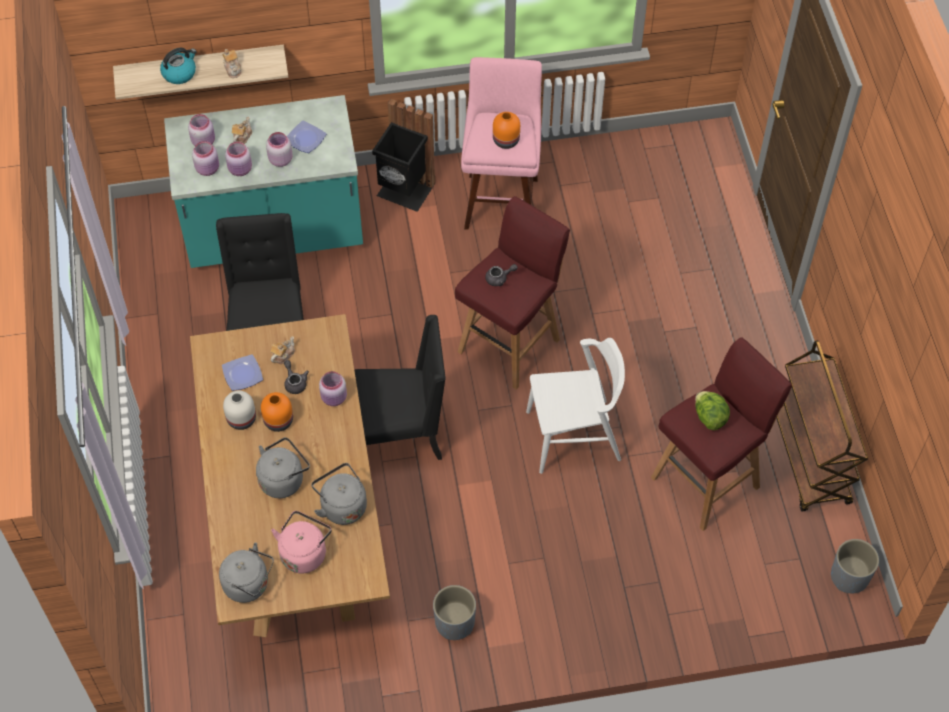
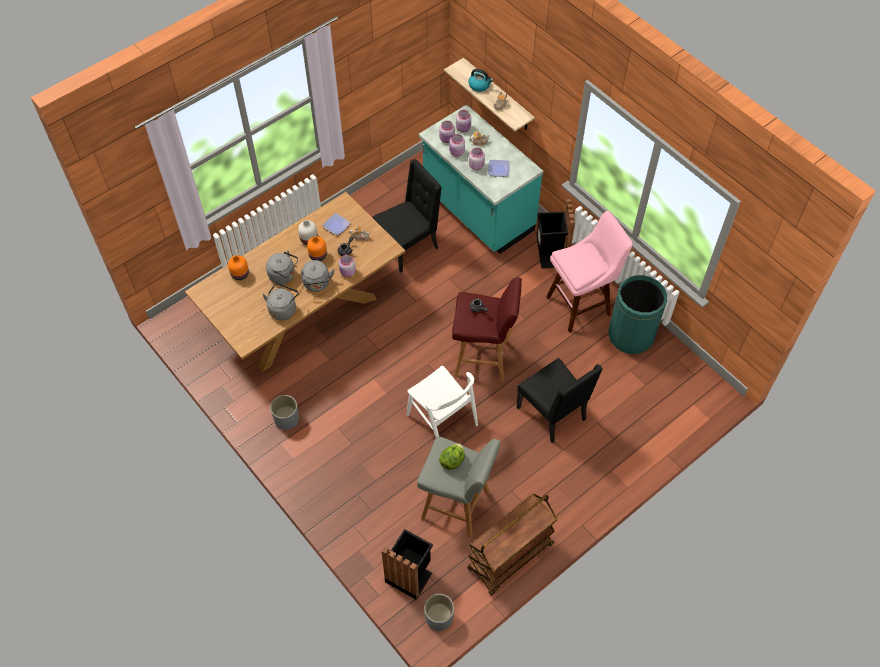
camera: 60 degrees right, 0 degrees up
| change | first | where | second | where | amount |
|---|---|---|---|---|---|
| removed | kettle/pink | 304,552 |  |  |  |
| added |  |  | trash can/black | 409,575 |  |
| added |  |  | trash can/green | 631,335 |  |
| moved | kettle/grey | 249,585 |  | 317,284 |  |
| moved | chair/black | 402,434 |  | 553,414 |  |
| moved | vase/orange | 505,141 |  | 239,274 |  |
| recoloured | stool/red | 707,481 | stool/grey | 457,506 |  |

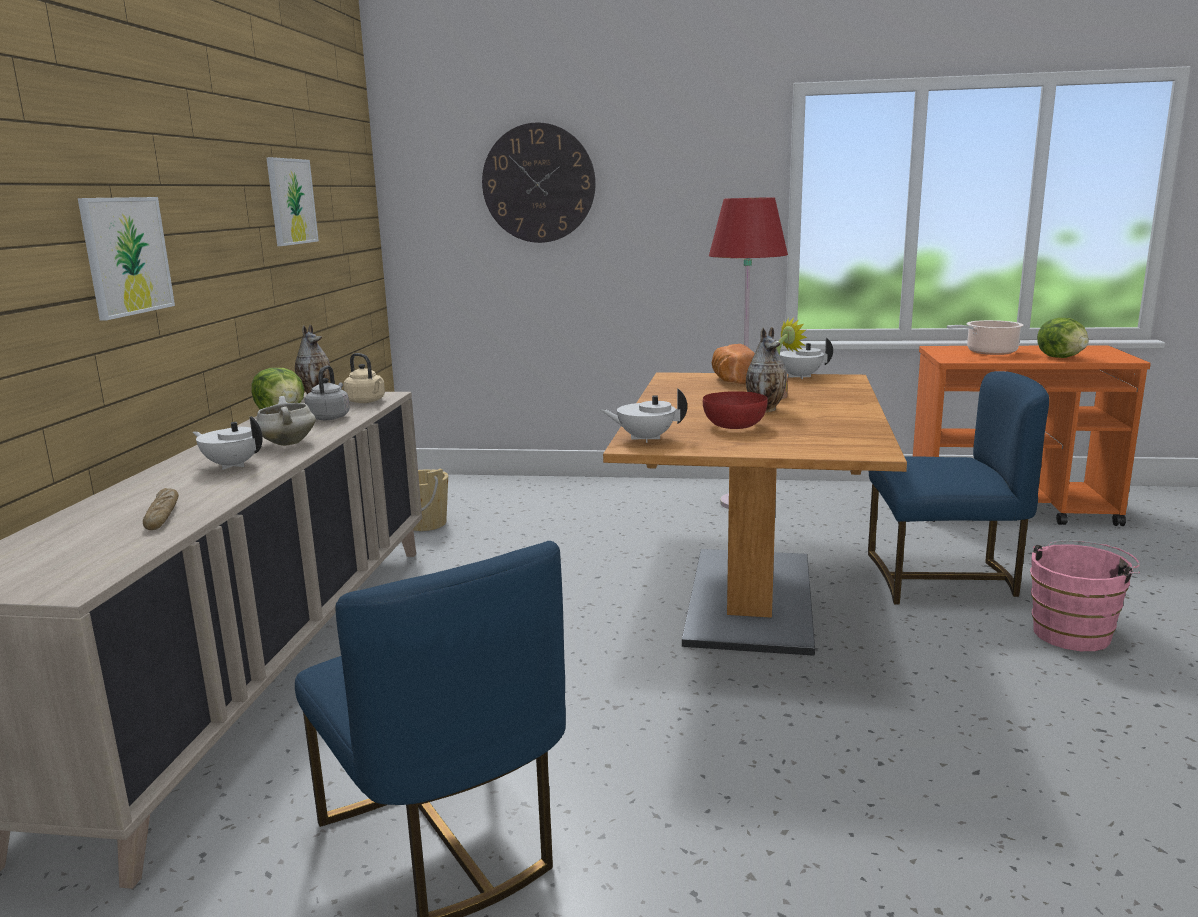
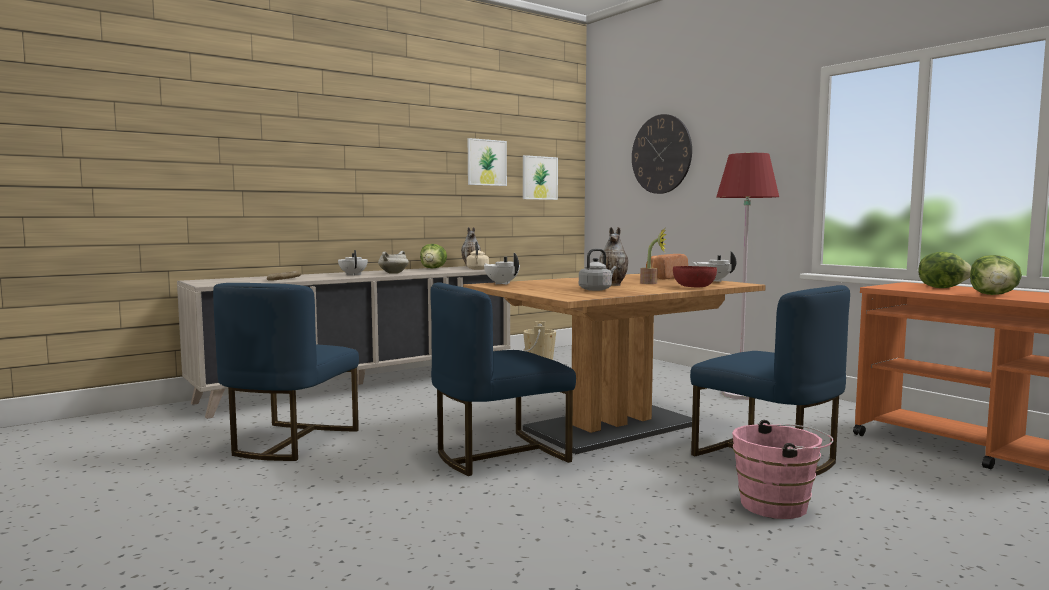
camera: 45 degrees right, 10 degrees down
| change | first | where | second | where | amount |
|---|---|---|---|---|---|
| added |  |  | chair/blue | 498,455 |  |
| moved | picture | 126,256 |  | 539,178 |  |
| moved | kettle/grey | 330,417 |  | 596,289 |  |
| moved | bowl/red | 734,426 |  | 693,287 |  |
| replaced | cooking pot | 988,352 | lettuce | 942,288 |  |

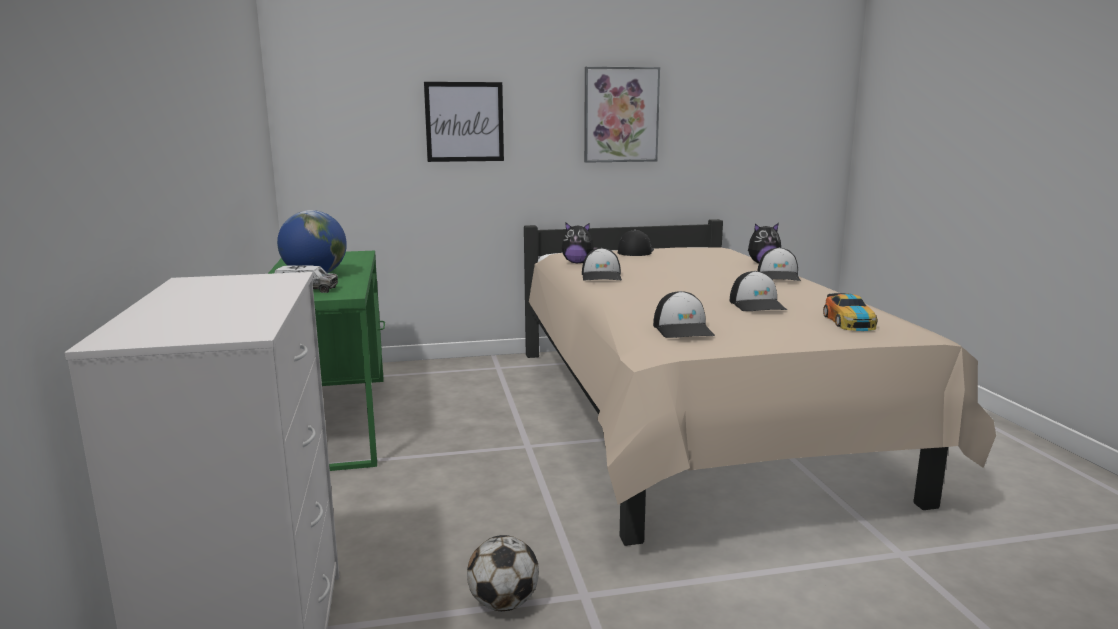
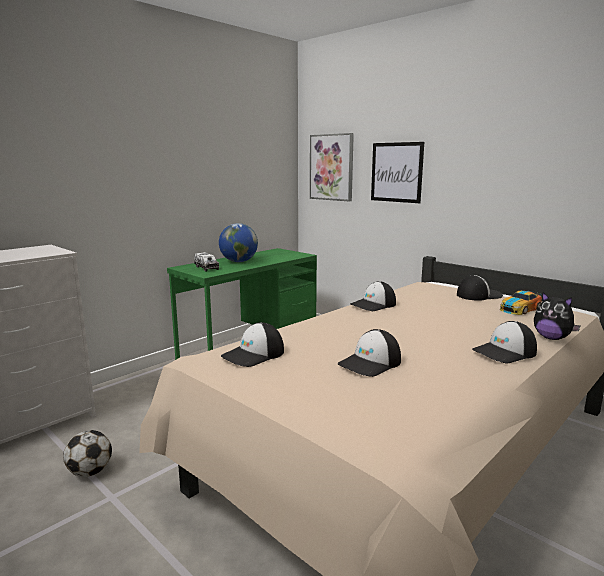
camera: 55 degrees right, 0 degrees up
| change | first | where | second | where | amount |
|---|---|---|---|---|---|
| removed | plush toy | 578,263 |  |  |  |
| moved | picture | 621,115 |  | 331,167 |  |
| moved | toy car | 849,322 |  | 519,309 |  |

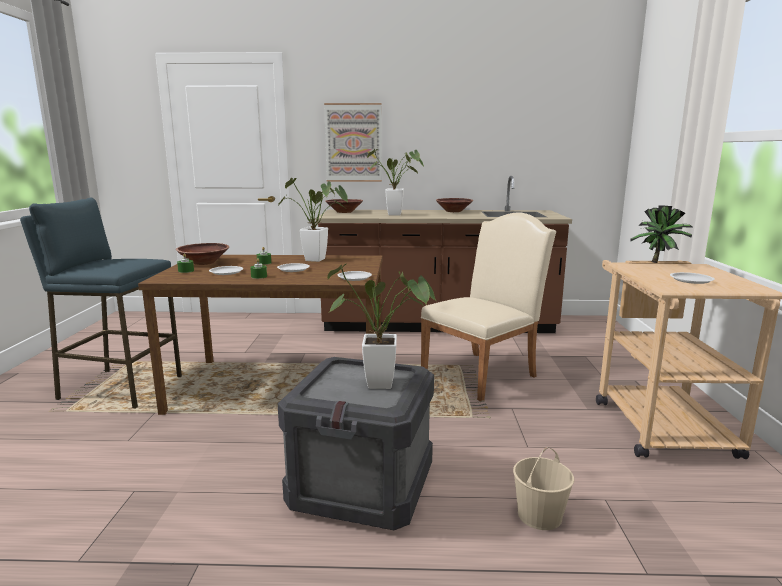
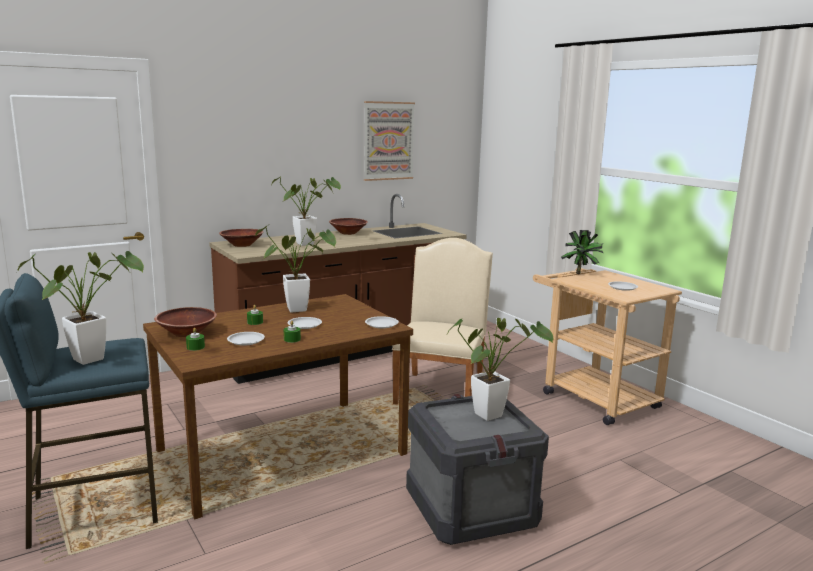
camera: 35 degrees left, 0 degrees up
| change | first | where | second | where | amount |
|---|---|---|---|---|---|
| removed | bucket/beige | 539,515 |  |  |  |
| added |  |  | potted plant | 95,358 |  |
| moved | picture | 353,143 |  | 388,141 |  |

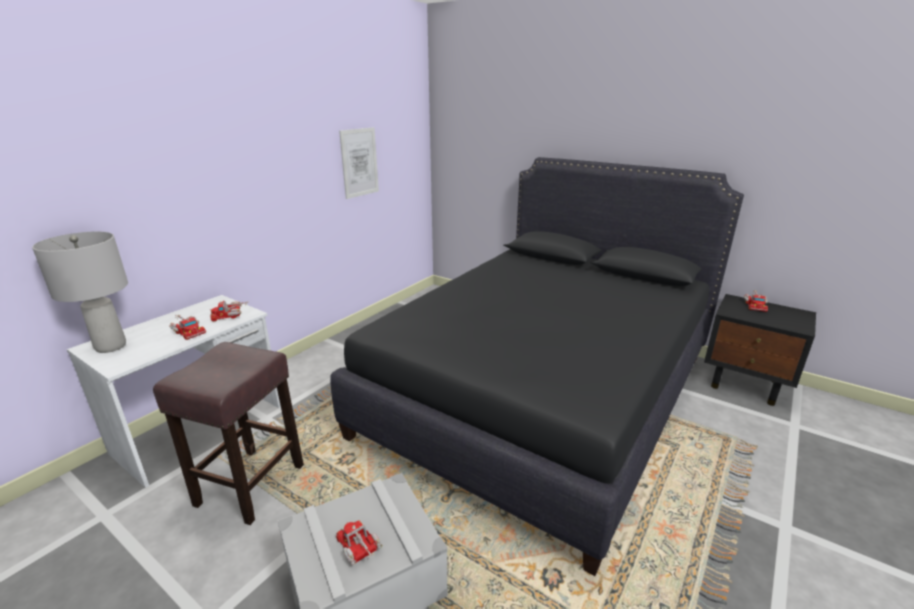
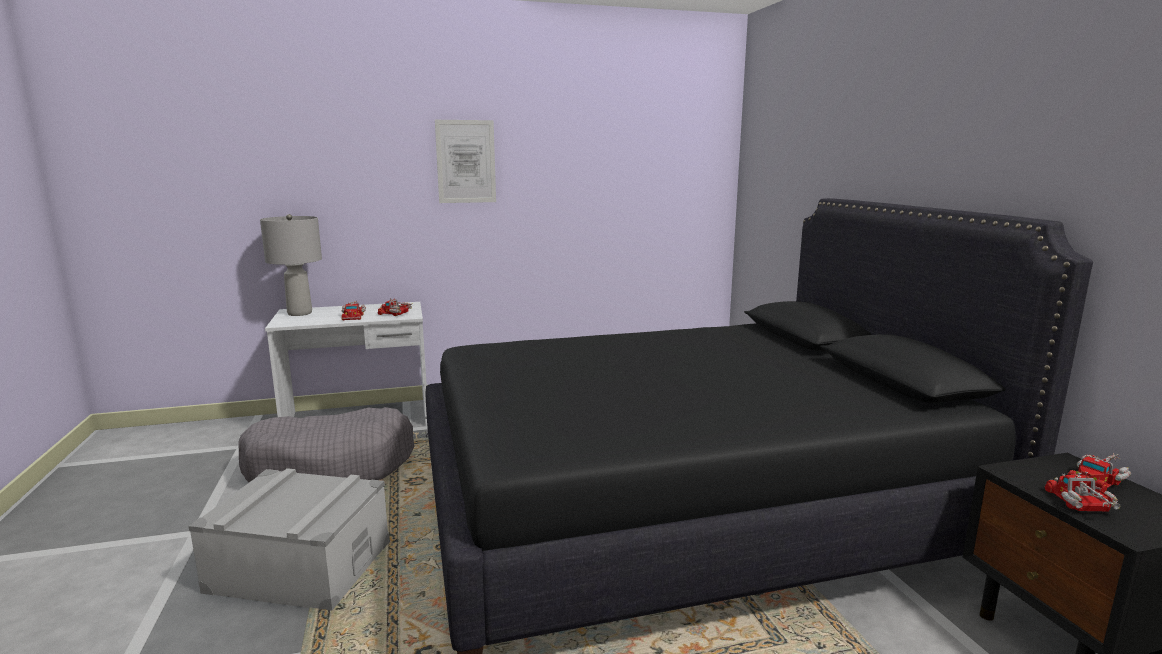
camera: 40 degrees right, 10 degrees down
| change | first | where | second | where | amount |
|---|---|---|---|---|---|
| moved | toy truck | 360,549 |  | 1082,506 |  |
| moved | picture | 359,162 |  | 466,161 |  |
| replaced | stool/brown | 250,486 | dog bed/grey | 331,468 |  |

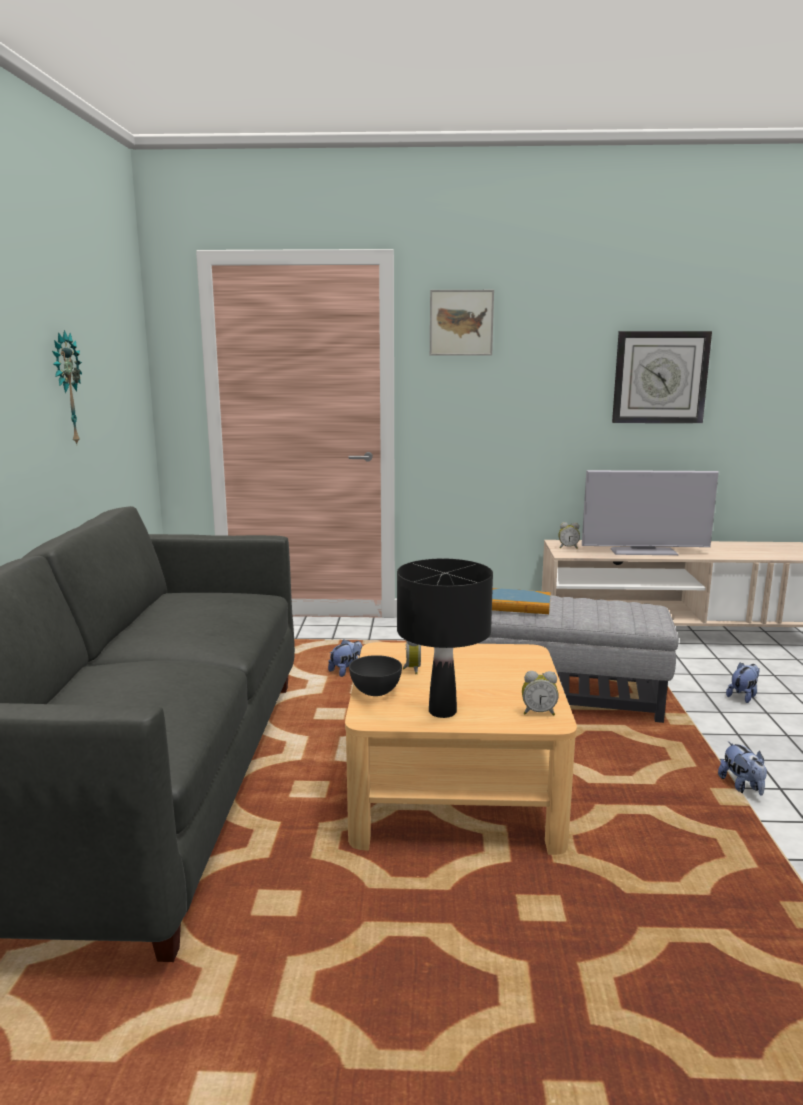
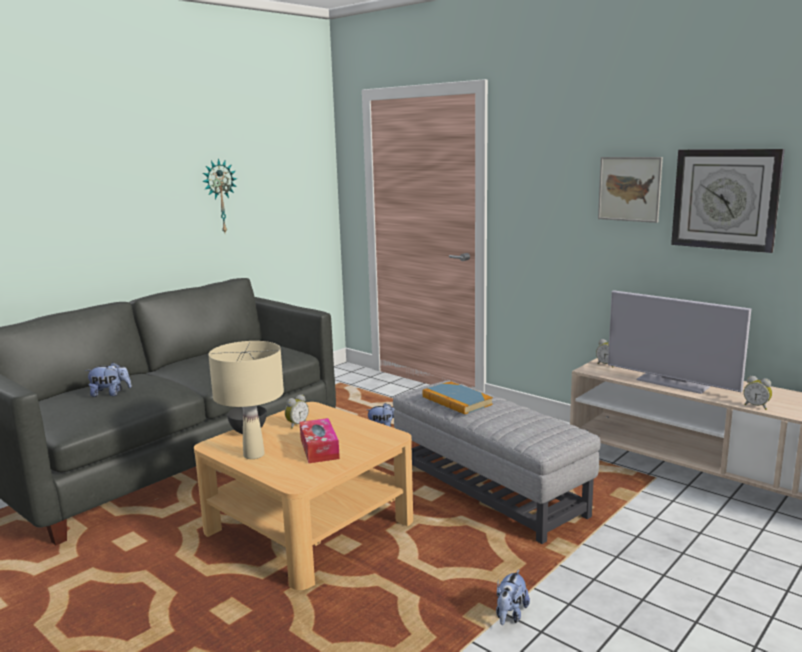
camera: 40 degrees right, 0 degrees up
| change | first | where | second | where | amount |
|---|---|---|---|---|---|
| added |  |  | tissue box | 319,449 |  |
| moved | picture | 461,323 |  | 629,189 |  |
| moved | alarm clock | 538,712 |  | 756,406 |  |
| moved | plush toy | 743,696 |  | 110,394 |  |
| recoloured | table lamp/black | 442,712 | table lamp/beige | 253,455 |  |

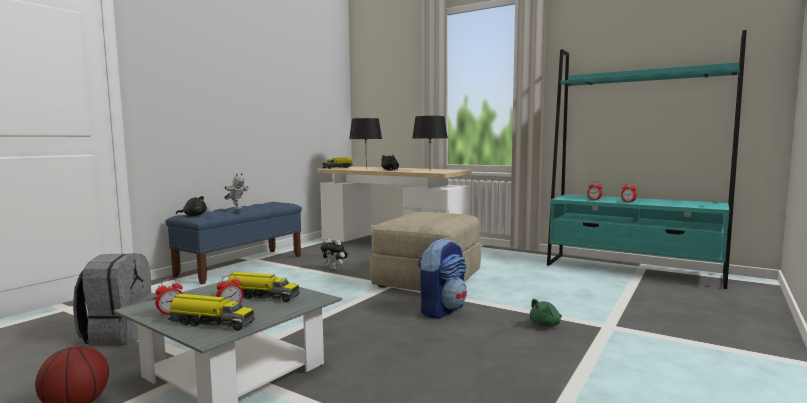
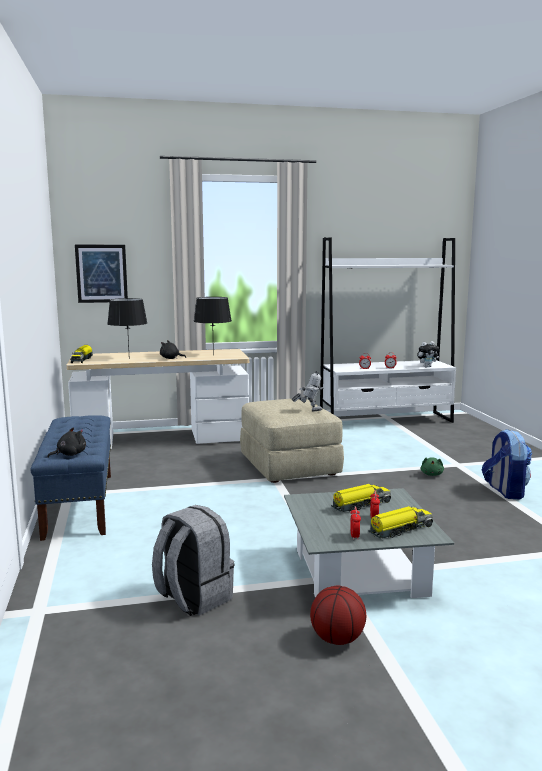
camera: 45 degrees left, 5 degrees up
| change | first | where | second | where | amount |
|---|---|---|---|---|---|
| added |  |  | picture | 101,273 |  |
| moved | toy robot | 236,210 |  | 308,410 |  |
| moved | plush toy | 335,269 |  | 427,367 |  |
| moved | backpack | 442,310 |  | 505,491 |  |
| recoloured | bookcase/turquoise | 633,270 | bookcase/white | 386,420 |  |

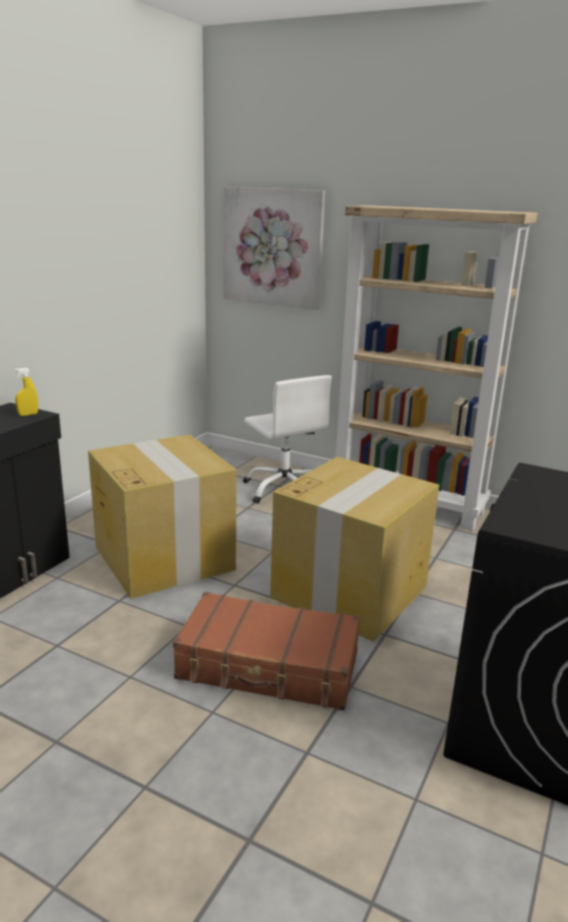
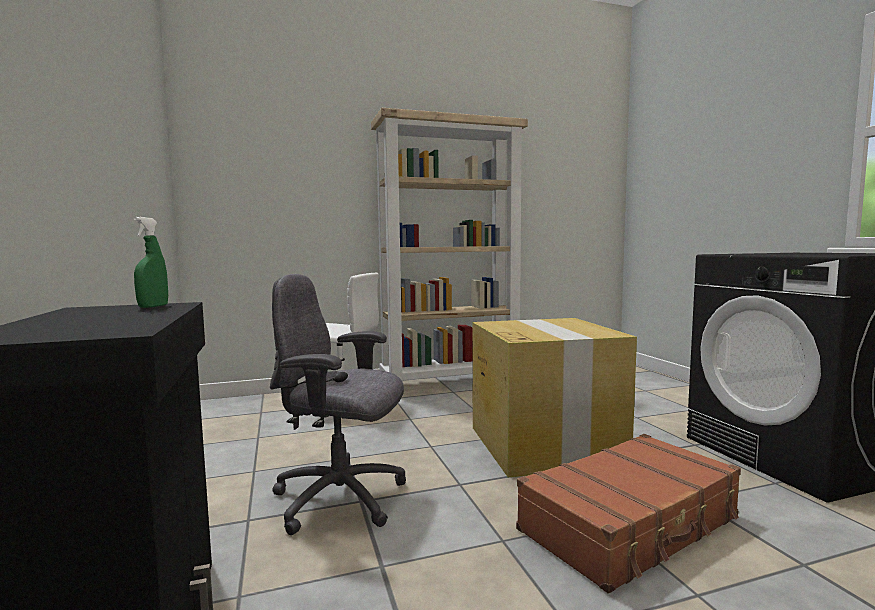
camera: 45 degrees left, 15 degrees down
| change | first | where | second | where | amount |
|---|---|---|---|---|---|
| removed | picture | 272,247 |  |  |  |
| replaced | cardboard box | 163,557 | office chair/grey | 341,499 |  |
| recoloured | spray bottle/yellow | 28,414 | spray bottle/green | 153,306 |  |

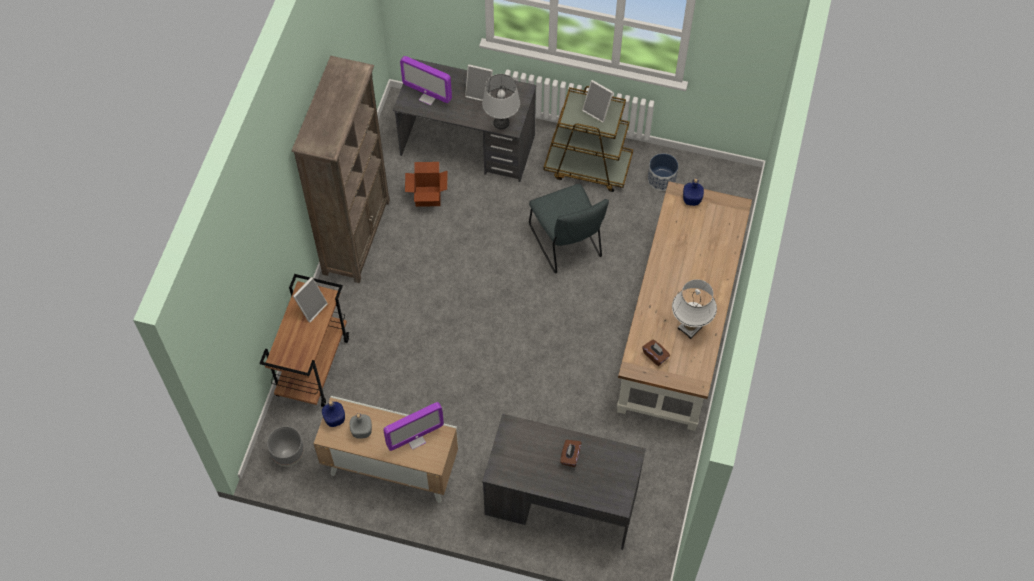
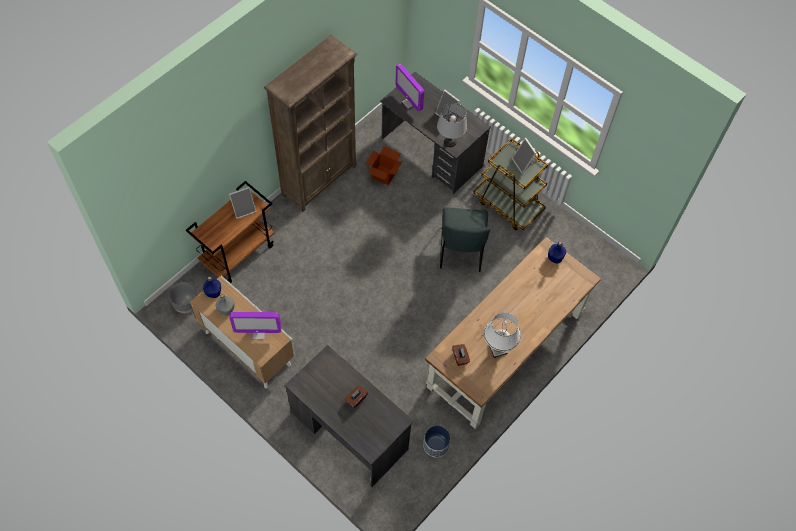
camera: 25 degrees right, 0 degrees up
| change | first | where | second | where | amount |
|---|---|---|---|---|---|
| moved | planter | 661,179 |  | 436,445 |  |

